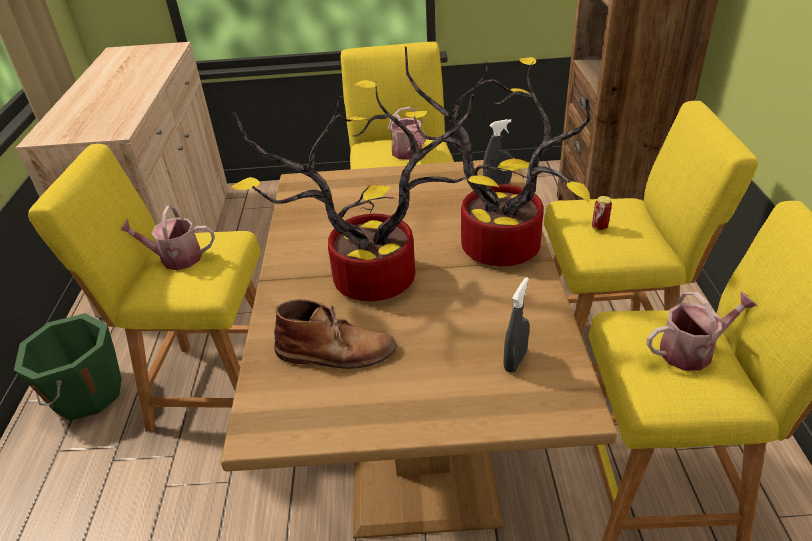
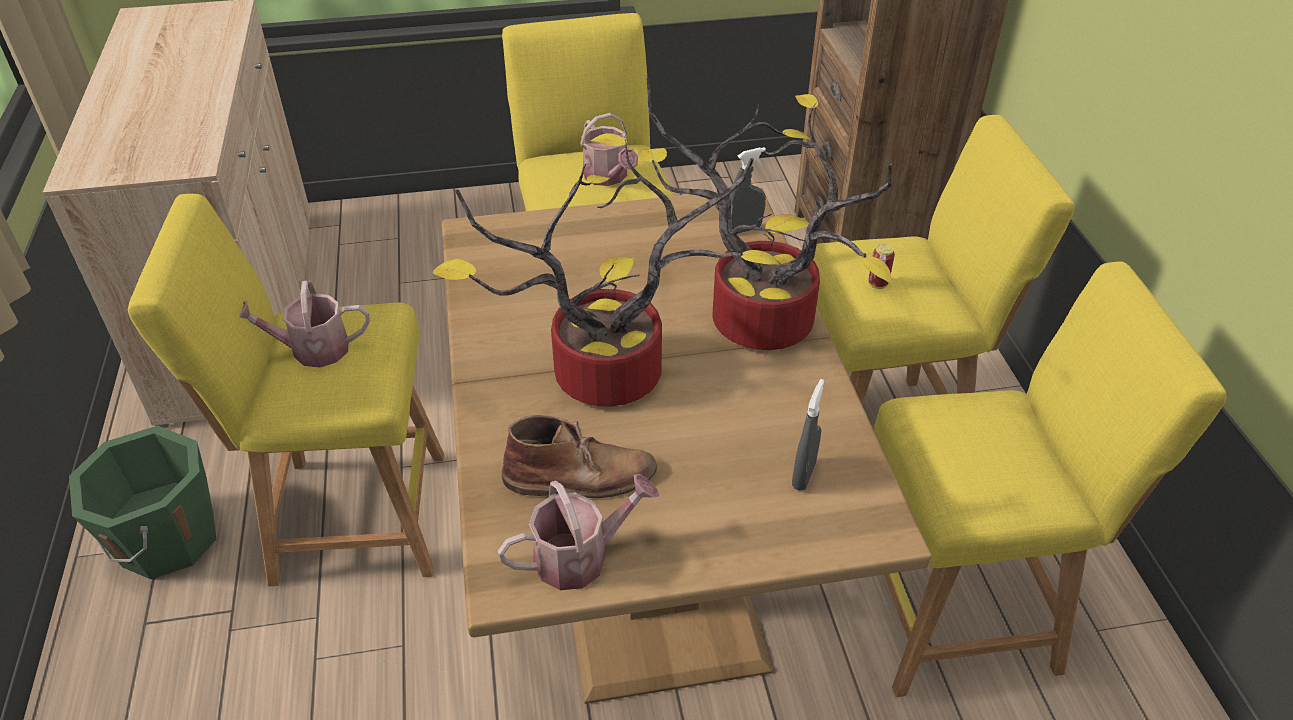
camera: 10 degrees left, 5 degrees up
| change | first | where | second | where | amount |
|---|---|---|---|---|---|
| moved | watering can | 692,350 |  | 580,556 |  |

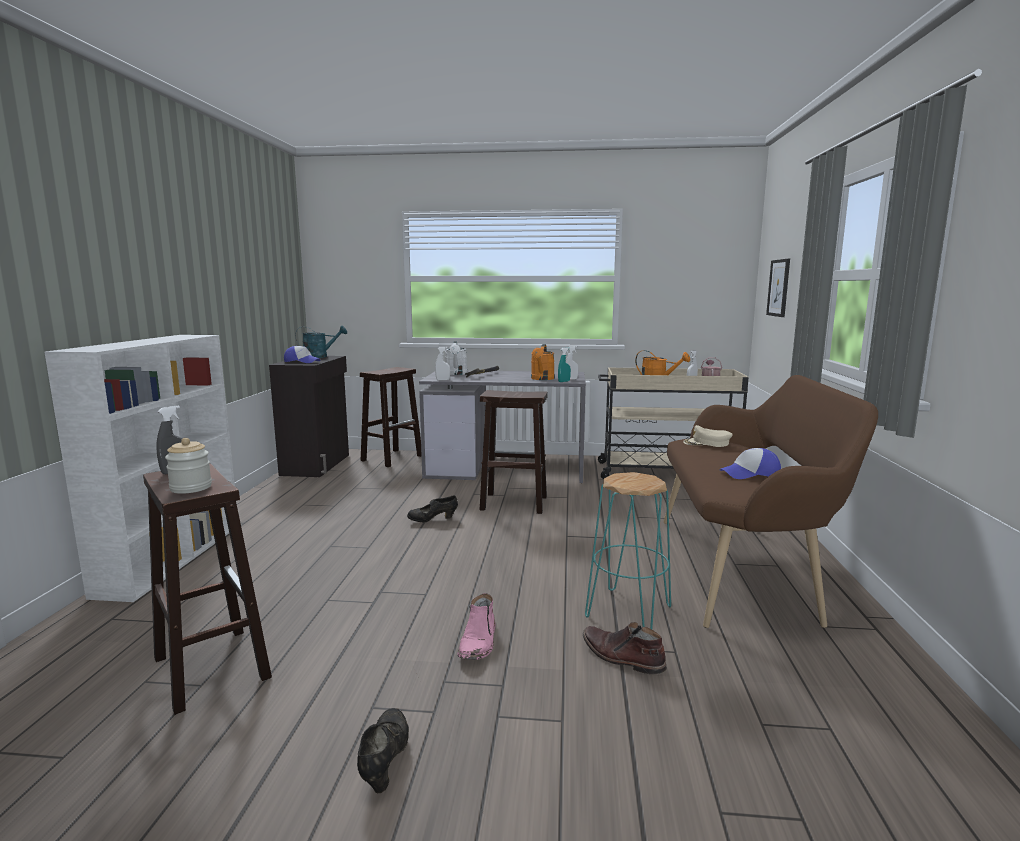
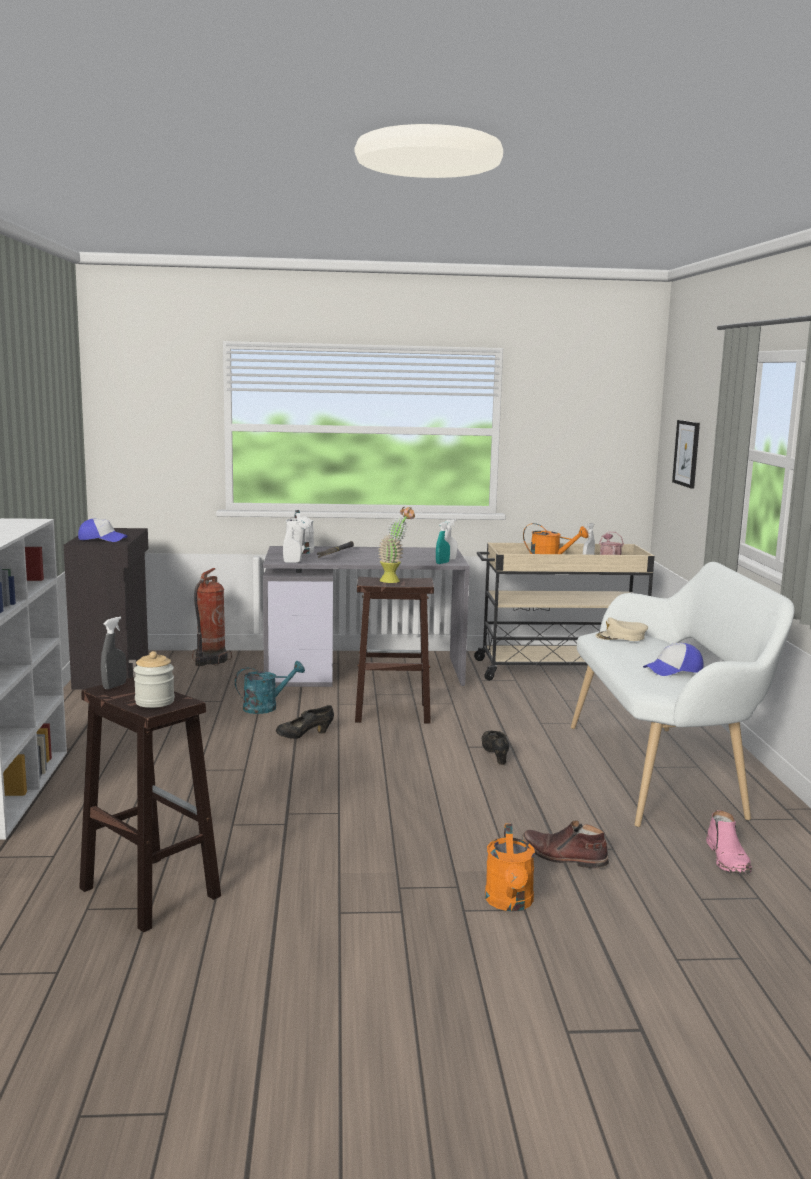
camera: 10 degrees left, 0 degrees up
| change | first | where | second | where | amount |
|---|---|---|---|---|---|
| removed | stool/turquoise | 628,611 |  |  |  |
| added |  |  | potted plant | 394,580 |  |
| moved | watering can/turquoise | 320,356 |  | 266,707 |  |
| moved | shoe/black | 384,761 |  | 494,755 |  |
| moved | boot/pink | 479,642 |  | 728,859 |  |
| moved | watering can/orange | 542,379 |  | 510,903 |  |
| replaced | stool/brown | 392,458 | fire extinguisher | 210,661 |  |
| recoloured | bench/brown | 742,569 | bench/white | 663,771 |  |

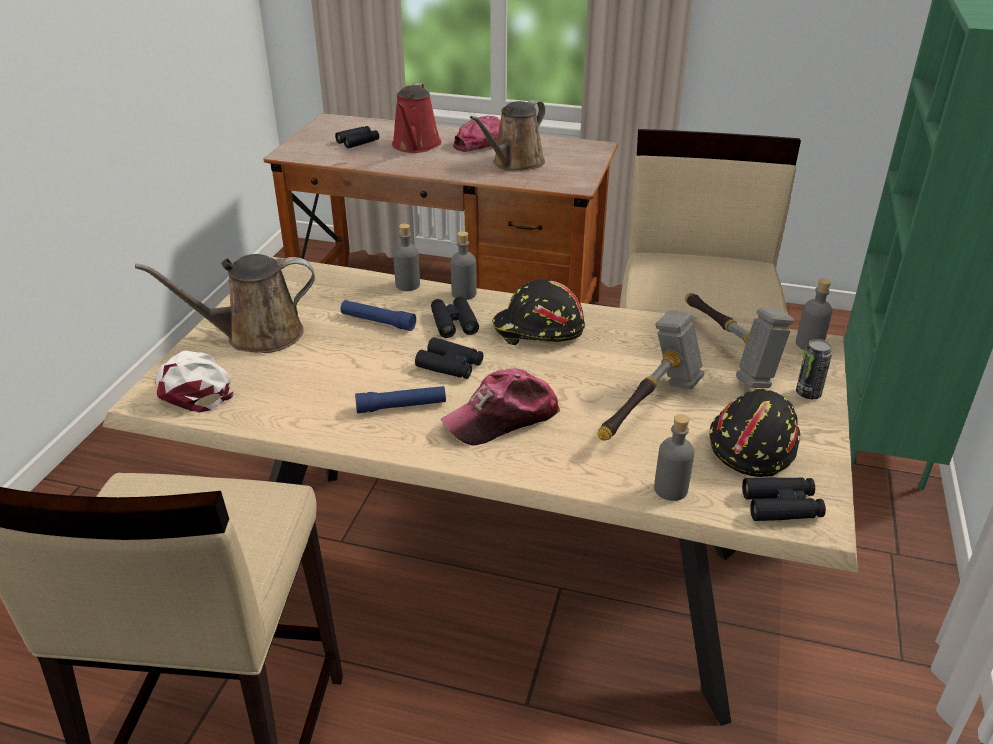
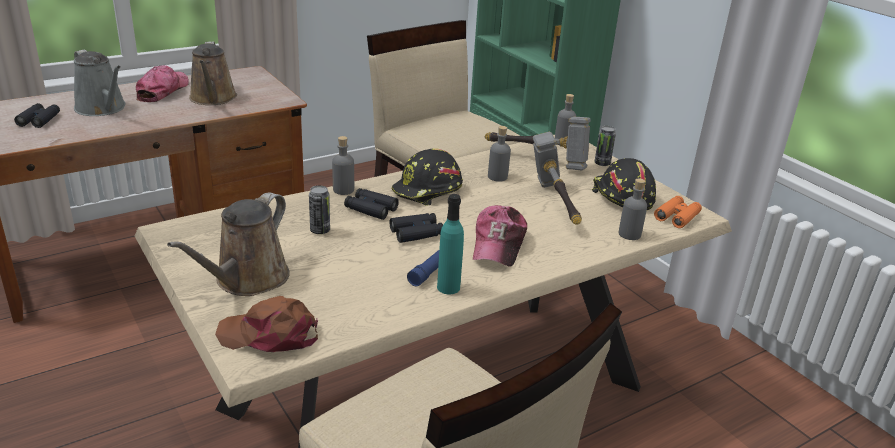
camera: 50 degrees left, 5 degrees down
| change | first | where | second | where | amount |
|---|---|---|---|---|---|
| added |  |  | bottle/turquoise | 448,287 |  |
| moved | bottle/grey | 407,285 |  | 497,177 |  |
| replaced | flashlight/blue | 378,322 | can | 320,230 |  |
| recoloured | cap/white | 194,387 | cap/brown | 270,335 |  |
| recoloured | watering can/red | 415,146 | watering can/grey | 102,109 |  |
| recoloured | binoculars/black | 781,506 | binoculars/orange | 677,216 |  |

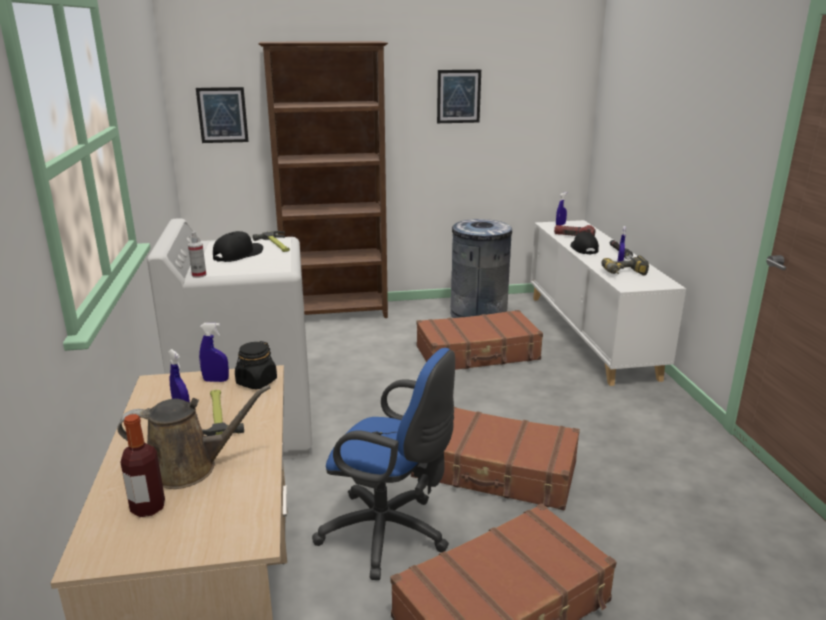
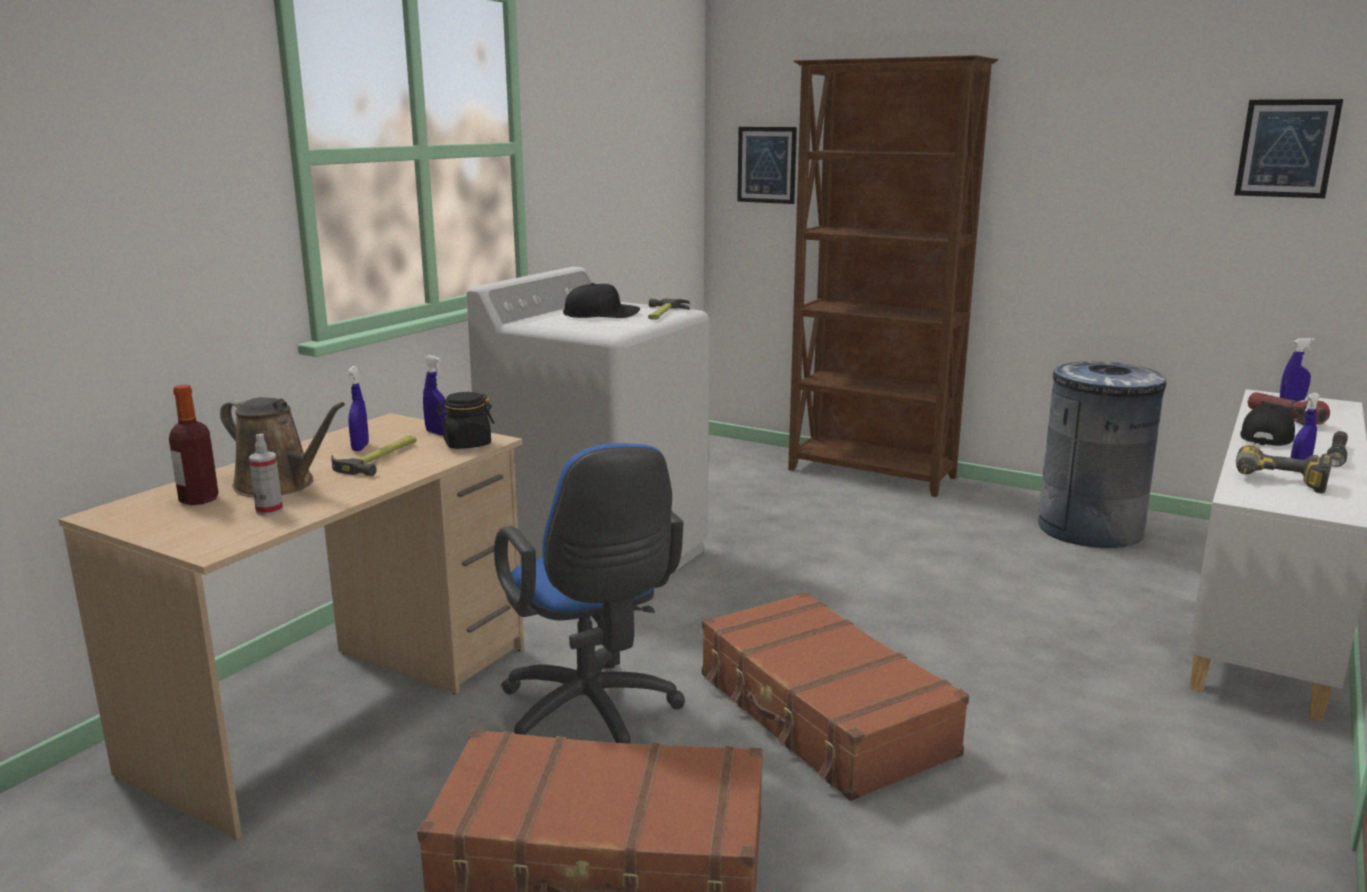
camera: 40 degrees right, 5 degrees down
| change | first | where | second | where | amount |
|---|---|---|---|---|---|
| removed | suitcase/brown | 478,354 |  |  |  |
| moved | spray bottle | 199,275 |  | 269,511 |  |
| moved | picture | 458,96 |  | 1287,148 |  |

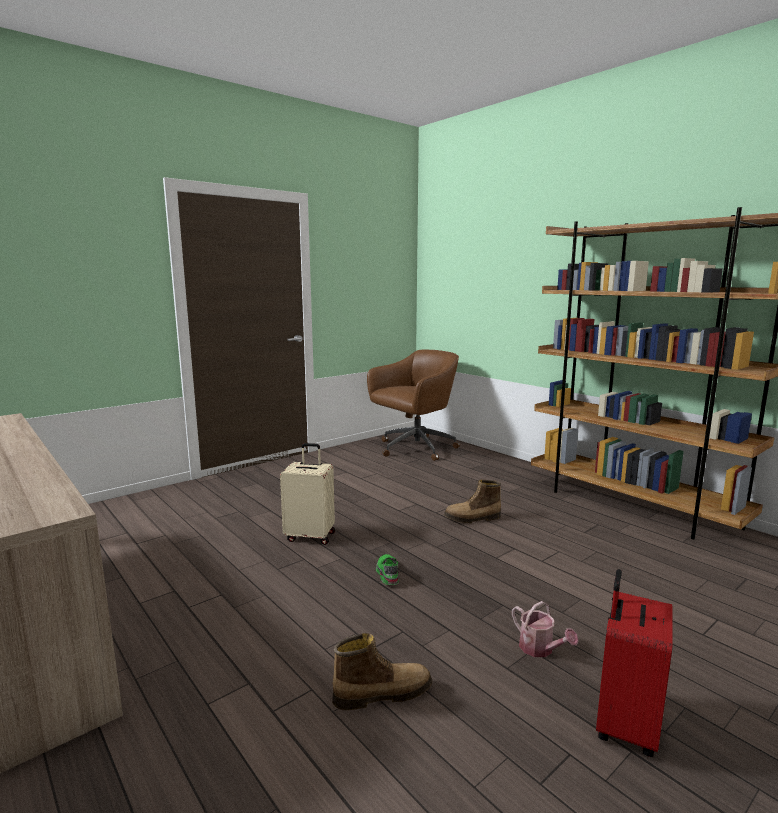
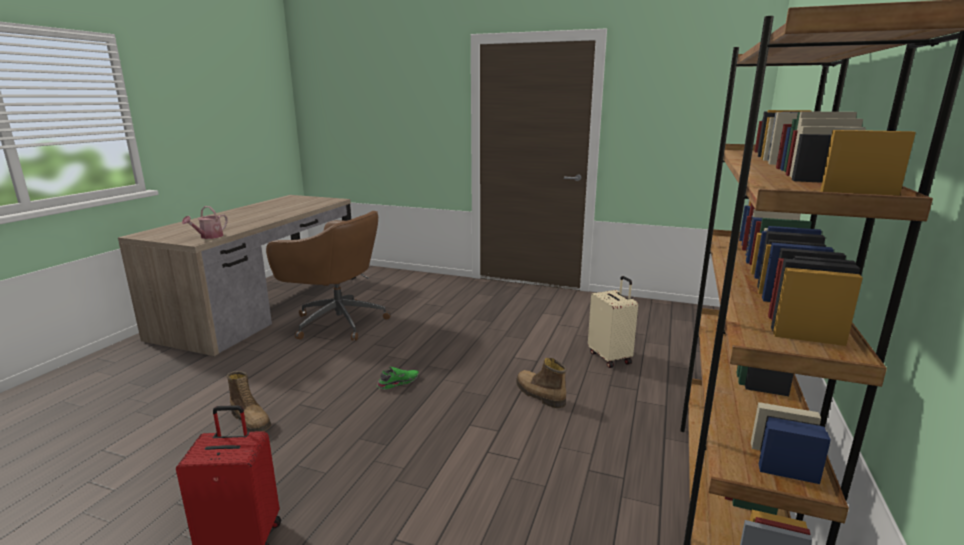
camera: 60 degrees right, 5 degrees up
| change | first | where | second | where | amount |
|---|---|---|---|---|---|
| moved | suitcase/beige | 310,536 |  | 610,357 |  |
| moved | office chair/brown | 414,448 |  | 337,322 |  |
| moved | watering can | 540,649 |  | 209,237 |  |

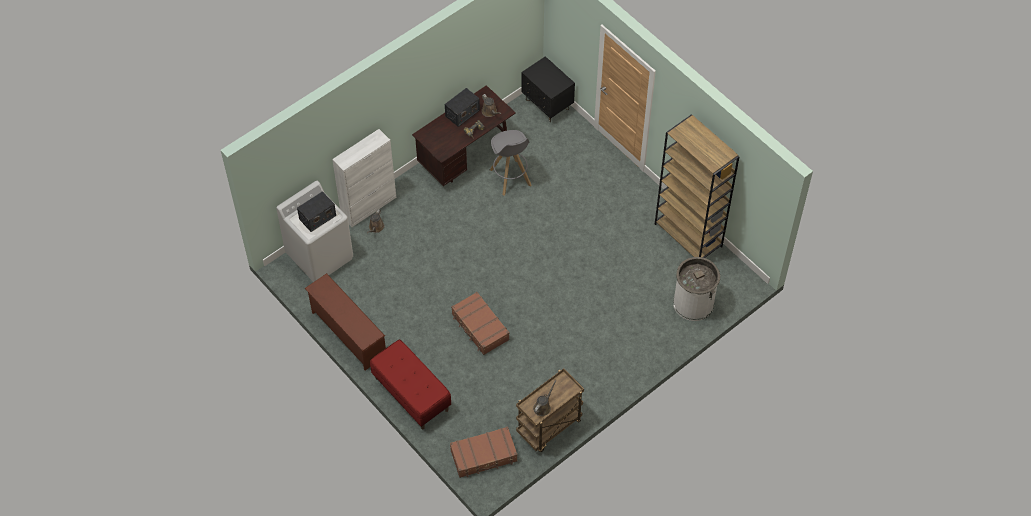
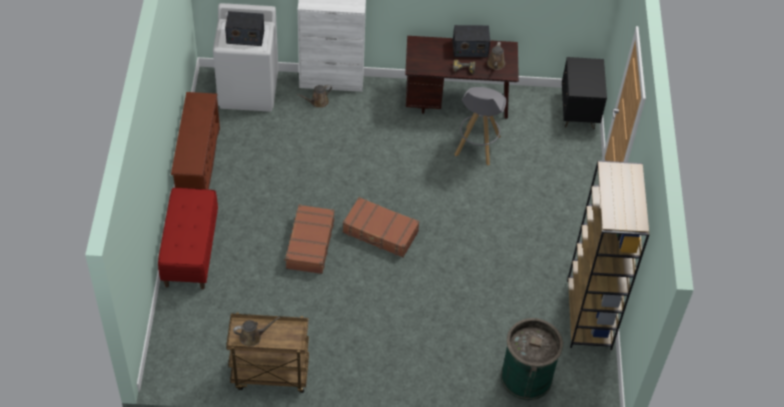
camera: 40 degrees right, 5 degrees down
| change | first | where | second | where | amount |
|---|---|---|---|---|---|
| moved | suitcase/brown | 484,456 |  | 380,233 |  |
| recoloured | trash can/white | 693,303 | trash can/green | 526,377 |  |

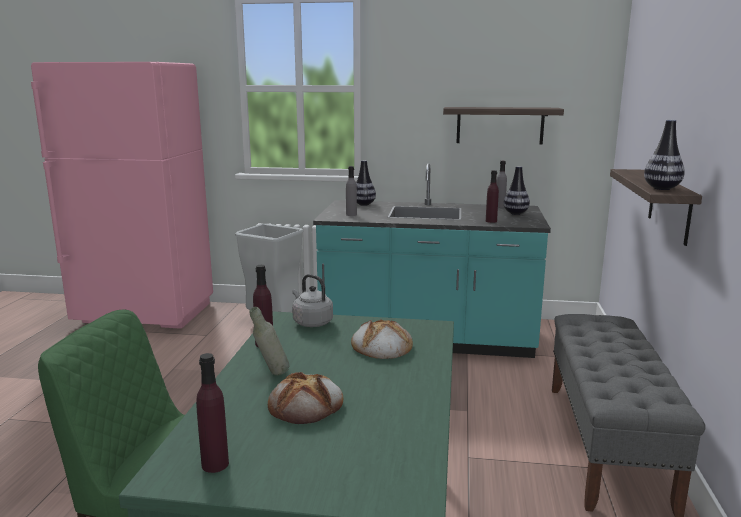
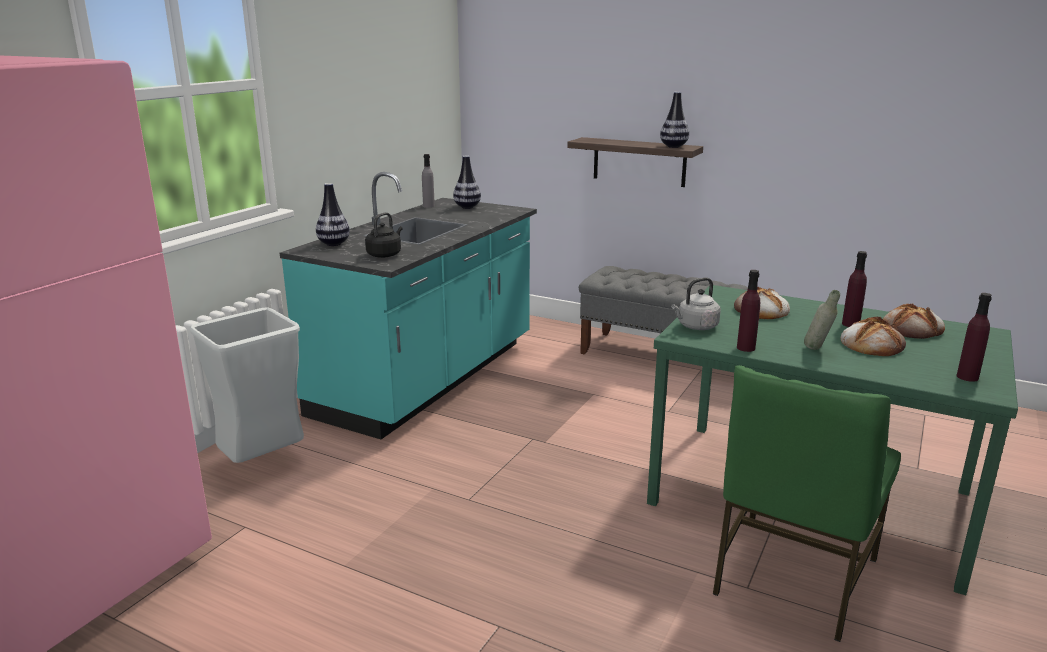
camera: 70 degrees left, 5 degrees up
| change | first | where | second | where | amount |
|---|---|---|---|---|---|
| removed | shelf | 500,125 |  |  |  |
| added |  |  | bread | 912,329 |  |
| moved | bottle/purple | 491,221 |  | 850,324 |  |
| replaced | bottle/grey | 351,215 | kettle/black | 385,254 |  |

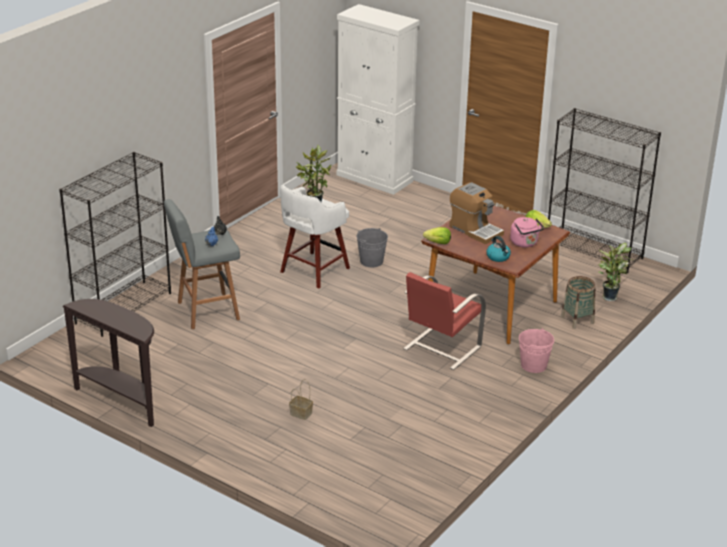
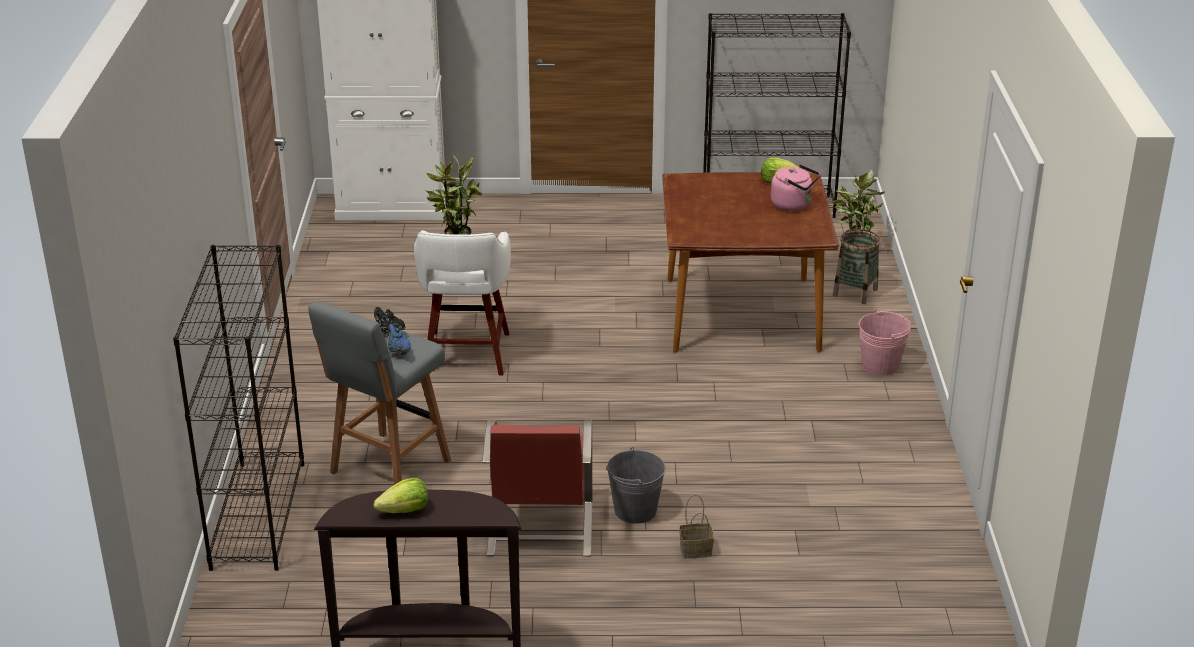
camera: 35 degrees left, 0 degrees up
| change | first | where | second | where | amount |
|---|---|---|---|---|---|
| removed | coffee machine | 475,230 |  |  |  |
| removed | kettle | 498,257 |  |  |  |
| moved | bucket/grey | 371,261 |  | 635,510 |  |
| moved | chair/red | 441,348 |  | 539,530 |  |
| moved | lettuce | 438,243 |  | 405,511 |  |

